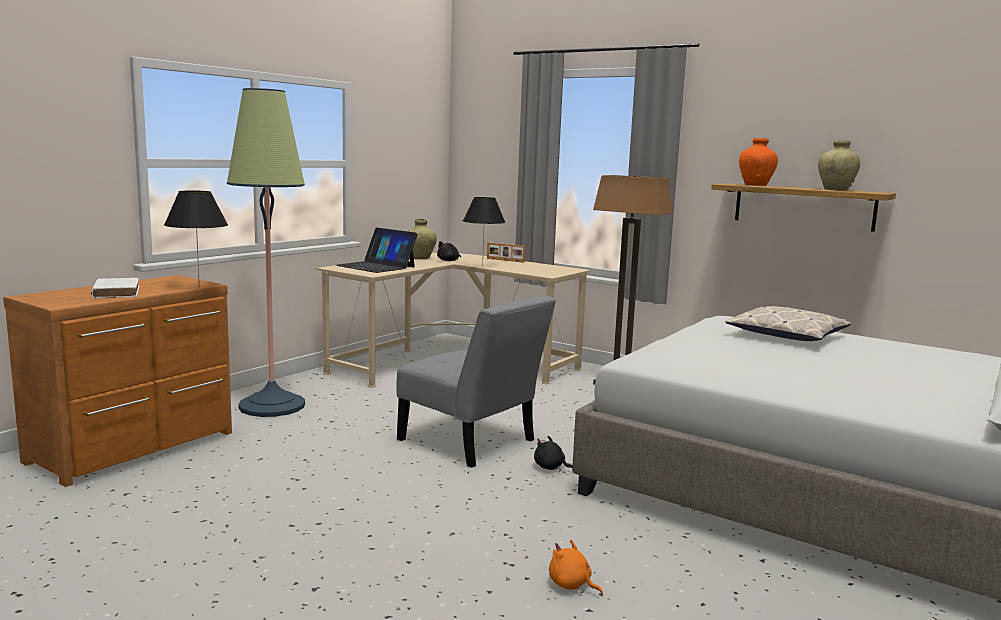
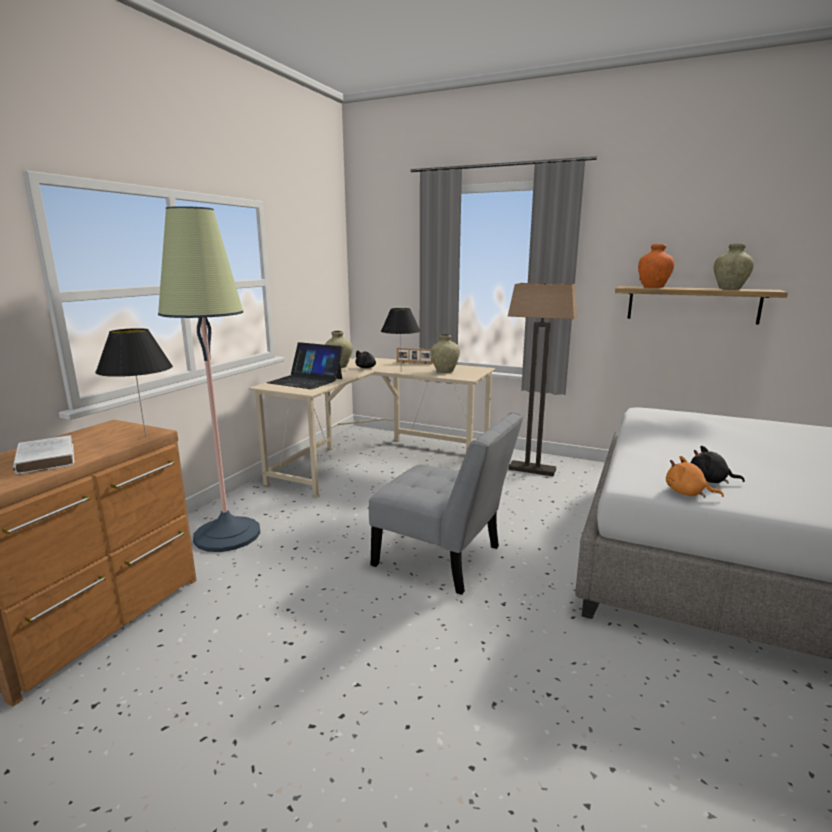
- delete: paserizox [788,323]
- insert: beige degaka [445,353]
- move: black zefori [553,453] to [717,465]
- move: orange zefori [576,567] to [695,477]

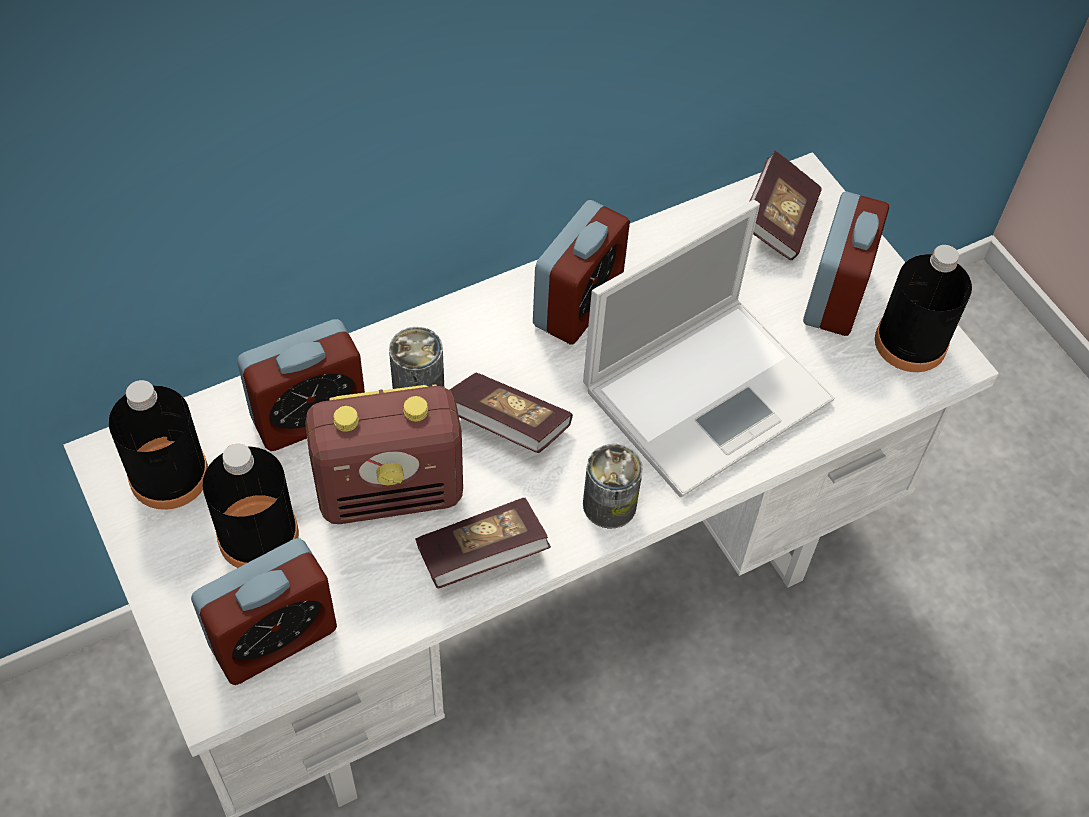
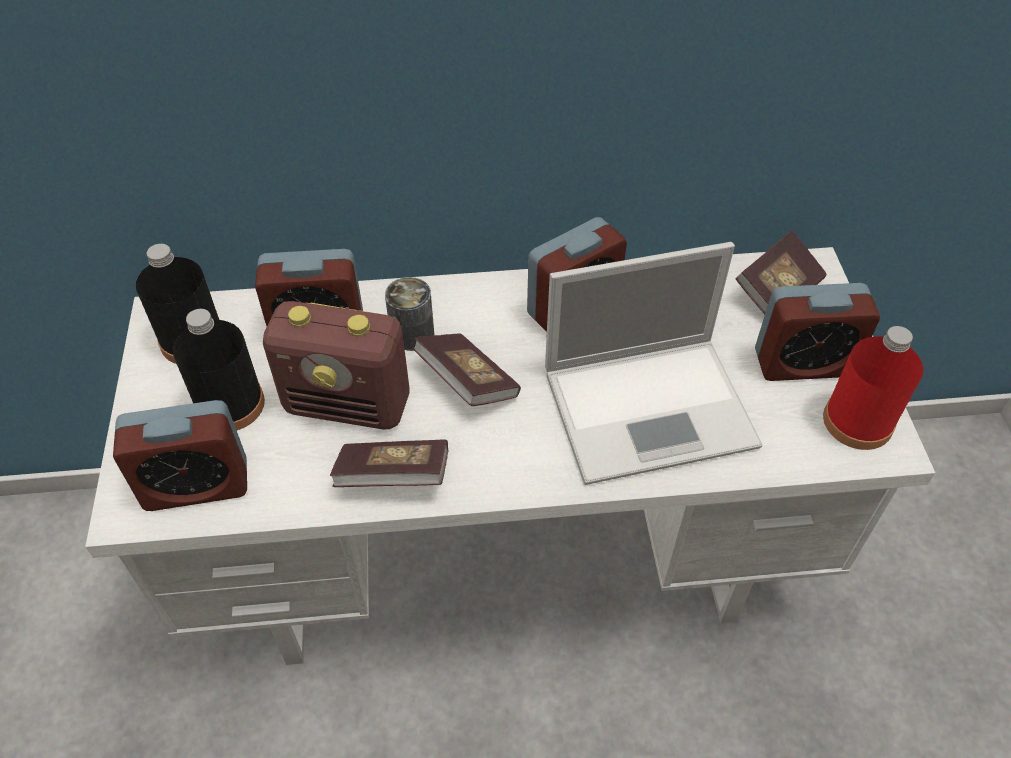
- delete: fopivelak [613,486]
- recolor: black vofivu [923,308] to red vofivu [873,388]
- rotate: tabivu [846,263] = [817,332] 45 degrees clockwise

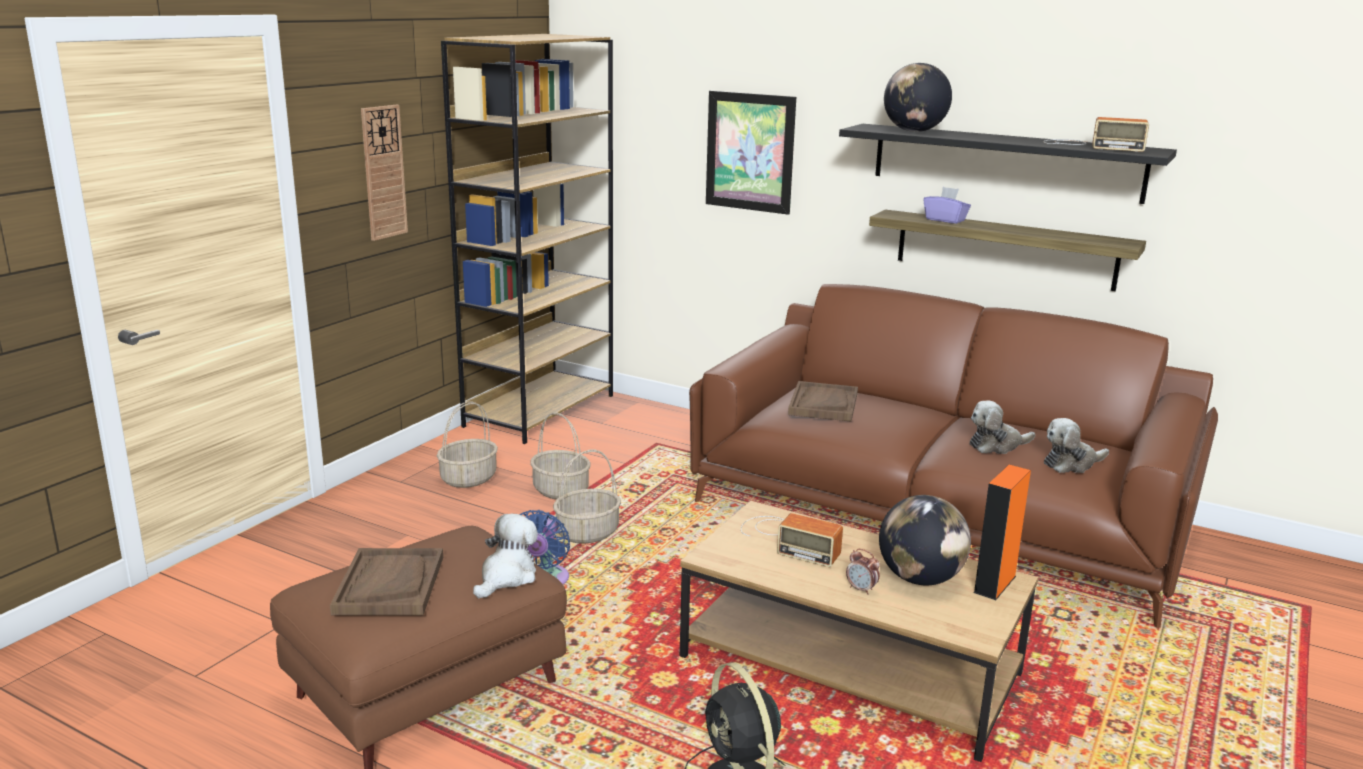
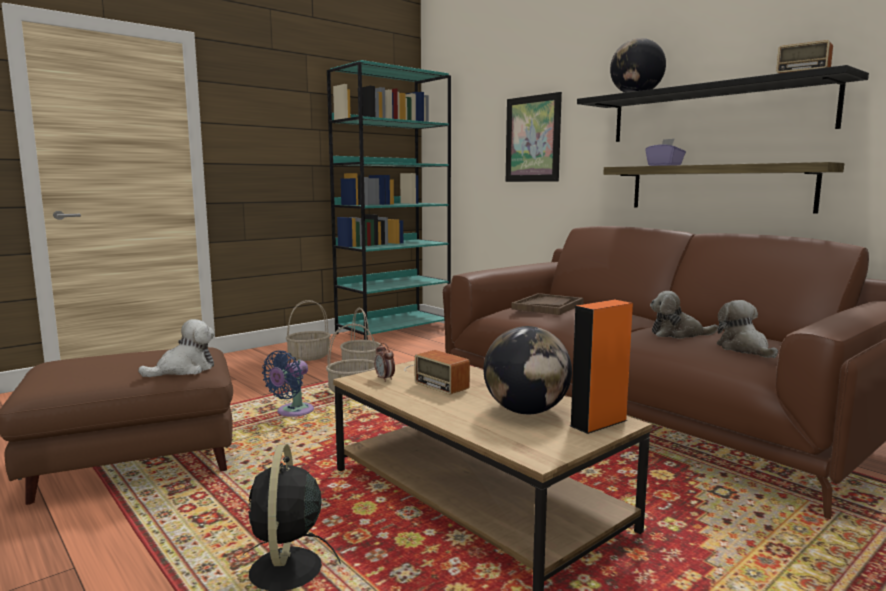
- delete: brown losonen [386,581]
- delete: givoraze [384,173]
- move: tabivu [863,572] to [384,362]
- recolor: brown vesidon [527,239] to turquoise vesidon [389,200]
- rotate: zefori [1076,445] = [747,329] 75 degrees clockwise

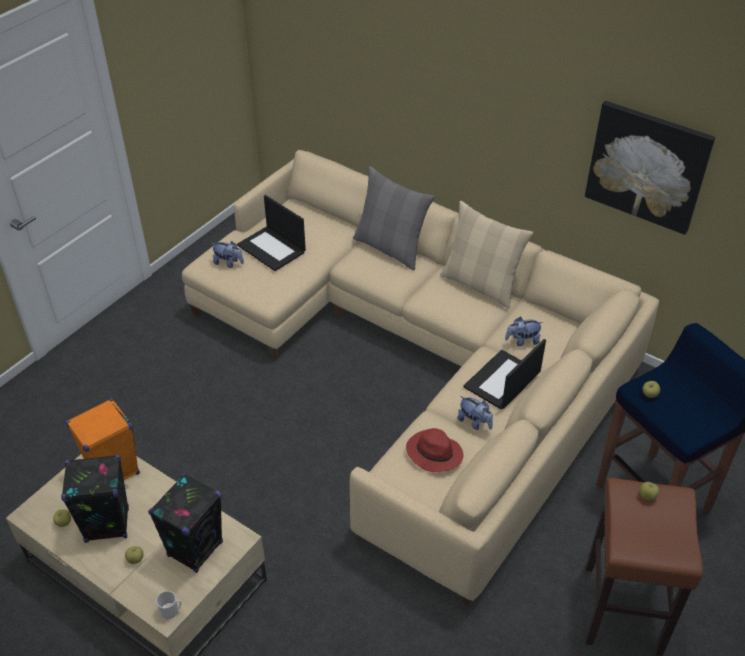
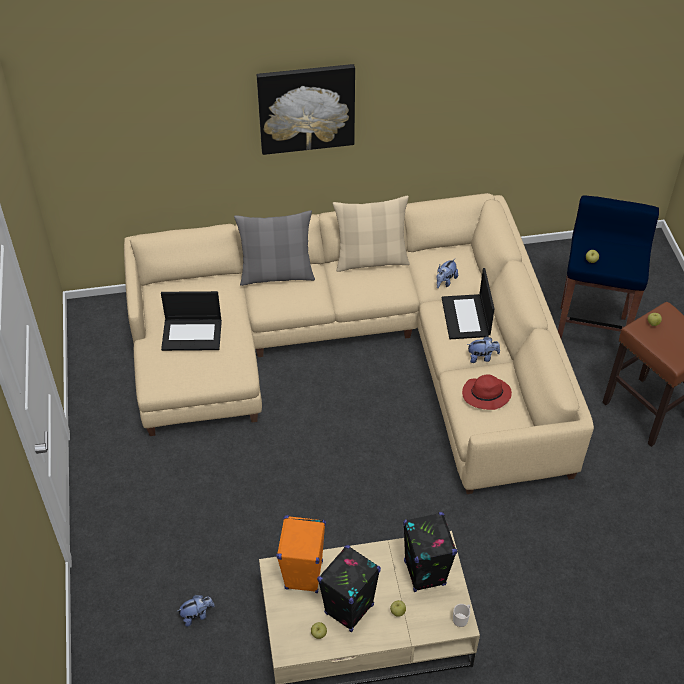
- move: zefori [228,254] to [196,611]
- move: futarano [650,168] to [306,109]

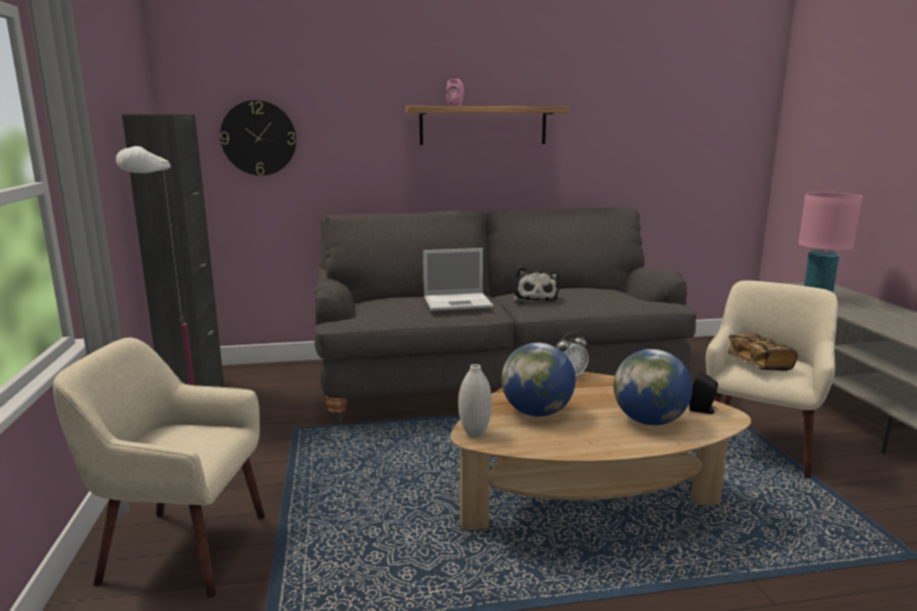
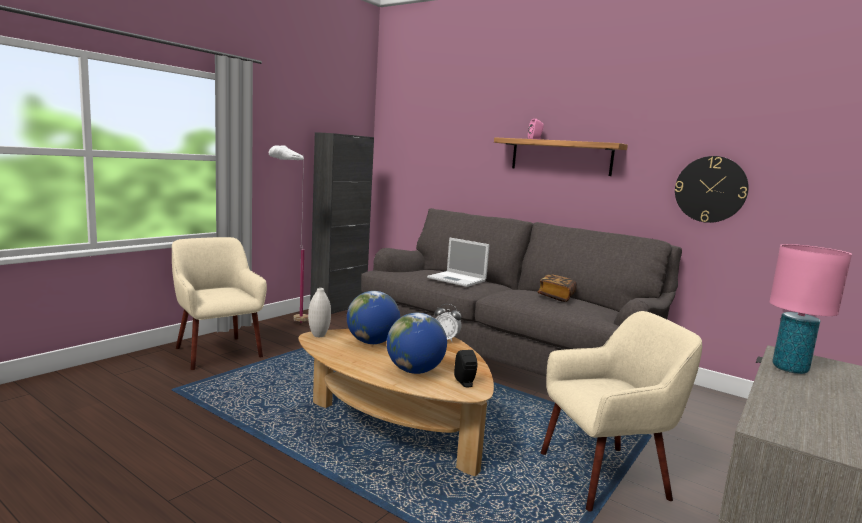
- delete: zefori [536,284]
- move: givoraze [258,138] to [712,189]
- move: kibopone [763,352] to [557,288]

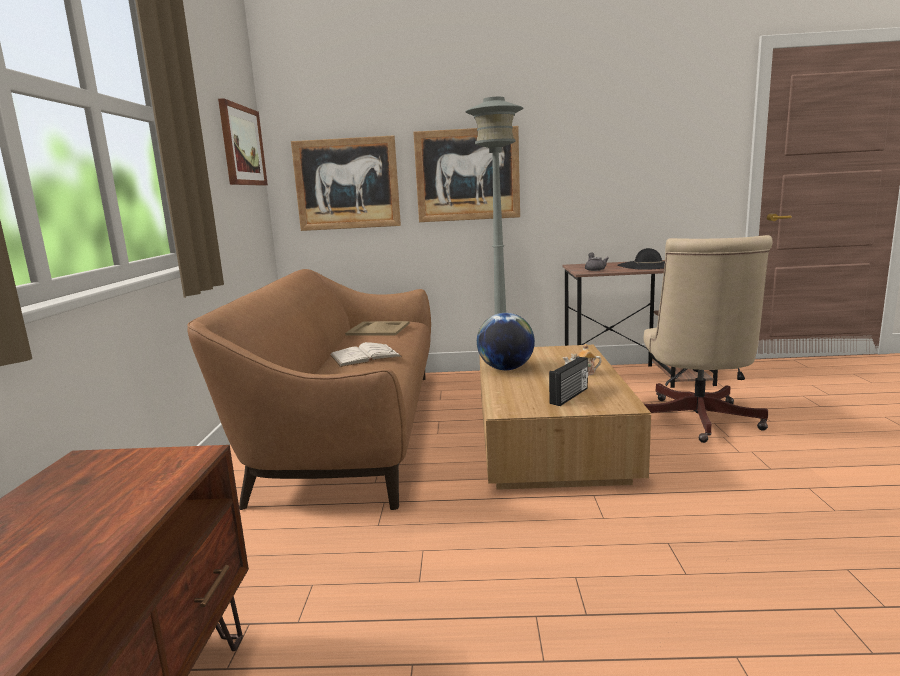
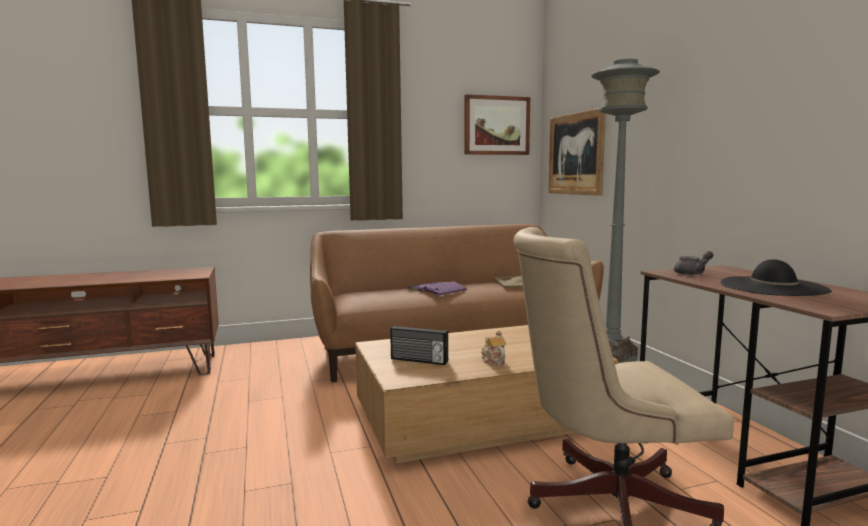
- delete: futarano [466,174]
- delete: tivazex [506,341]
- recolor: white kibopone [366,354] to purple kibopone [437,288]

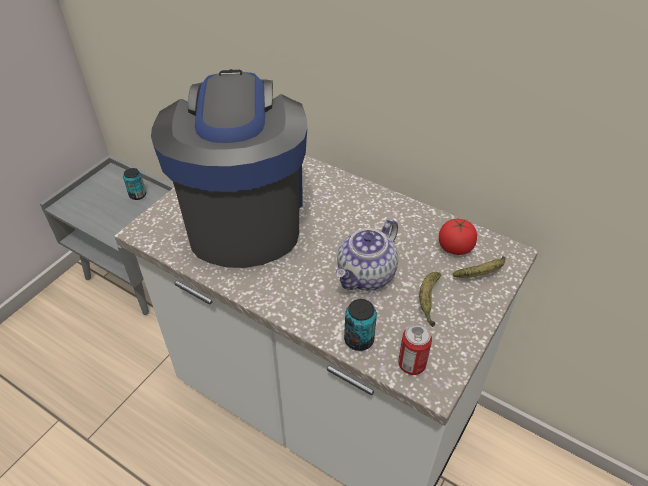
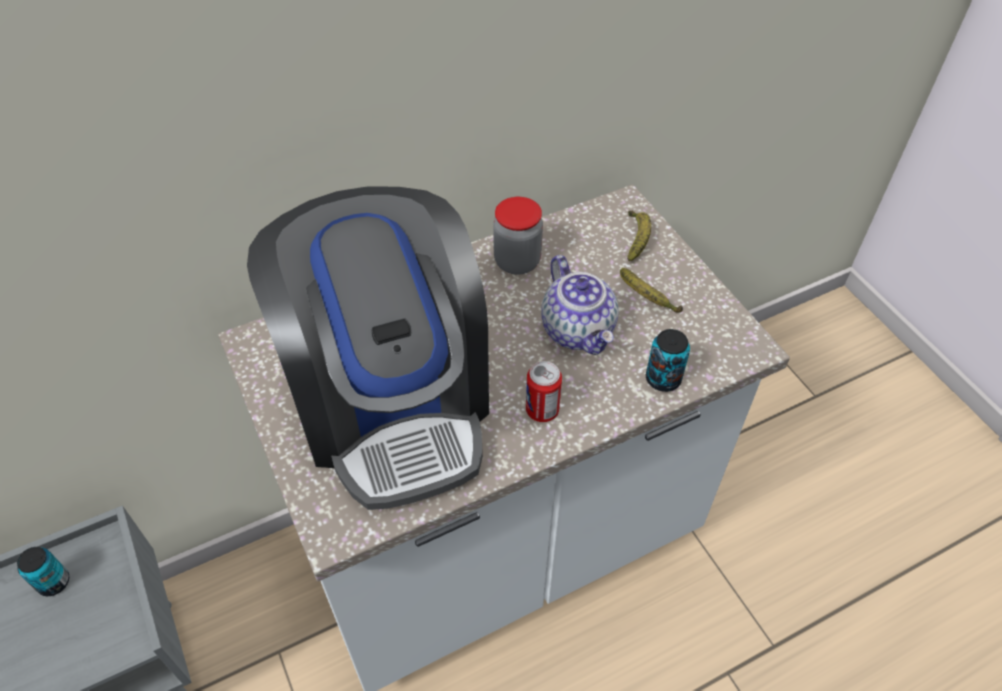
- delete: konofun [458,237]
- insert: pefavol [518,236]
- move: fopivelak [415,349] to [544,391]
- rotate: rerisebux [229,168] = [368,348] 135 degrees counterclockwise

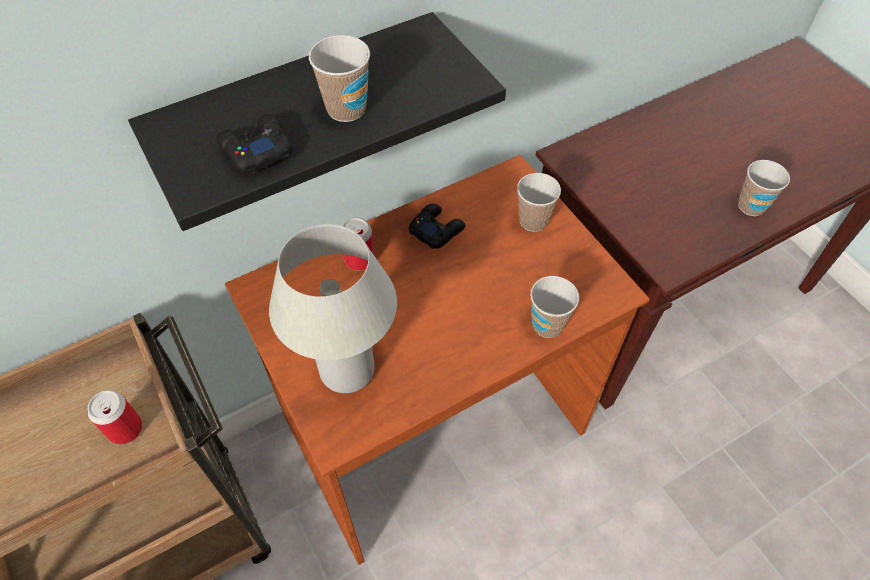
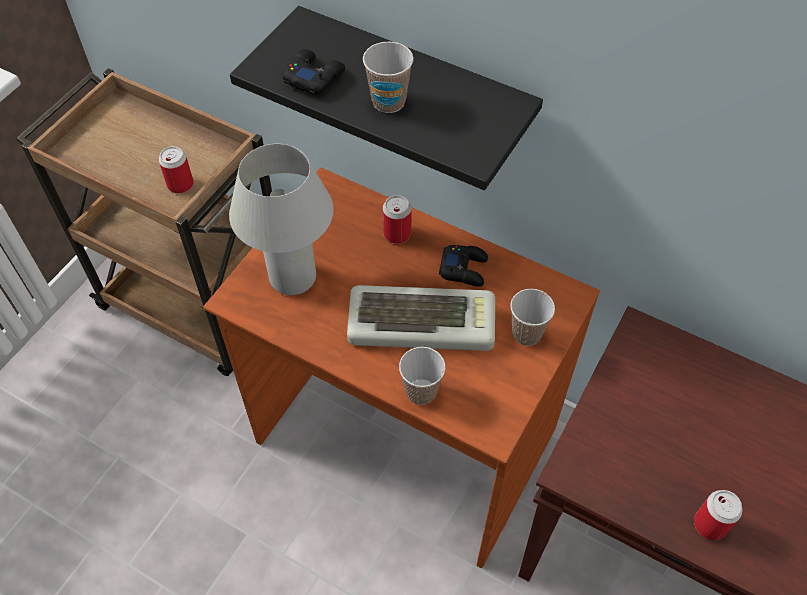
- insert: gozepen [421,318]
- replace: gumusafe [764,188] to fopivelak [718,515]

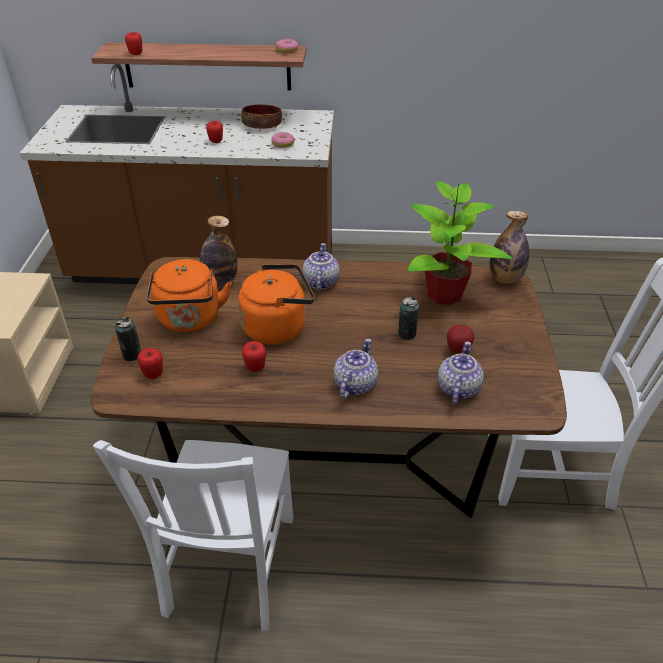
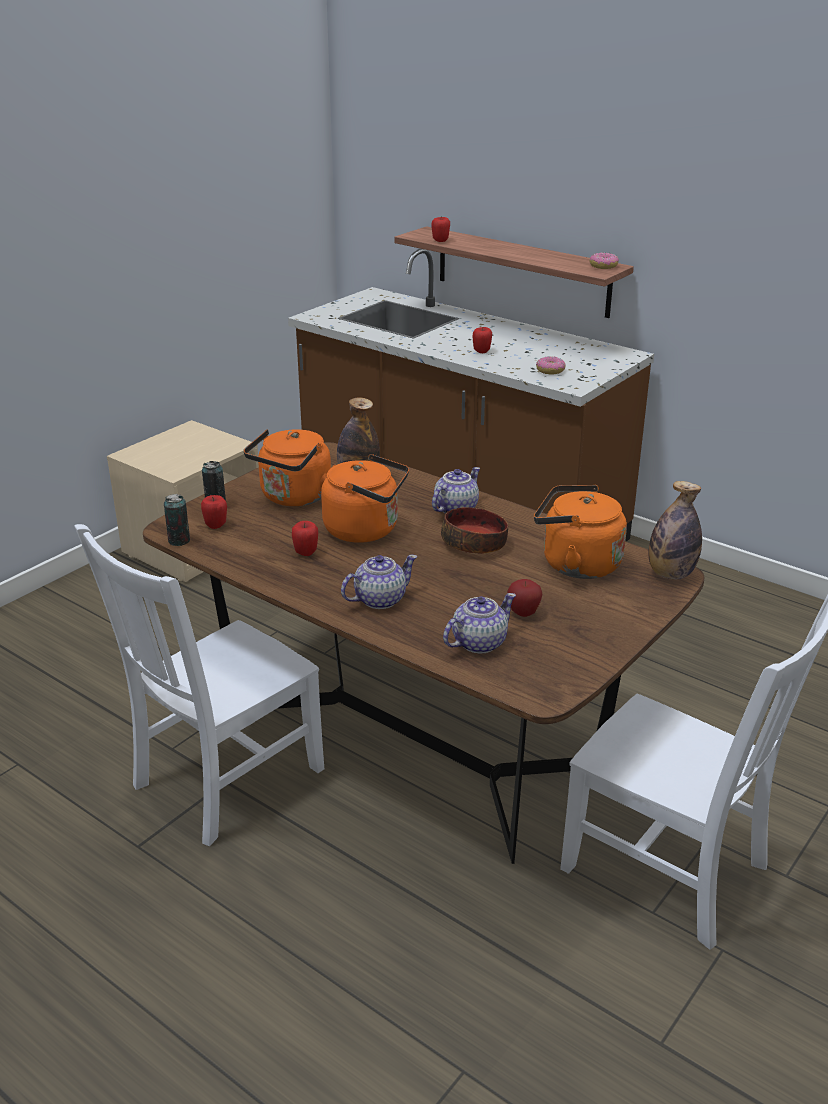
- move: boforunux [262,116] to [474,530]
- move: fopivelak [408,318] to [177,520]
- replace: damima [460,243] to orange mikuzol [580,532]

